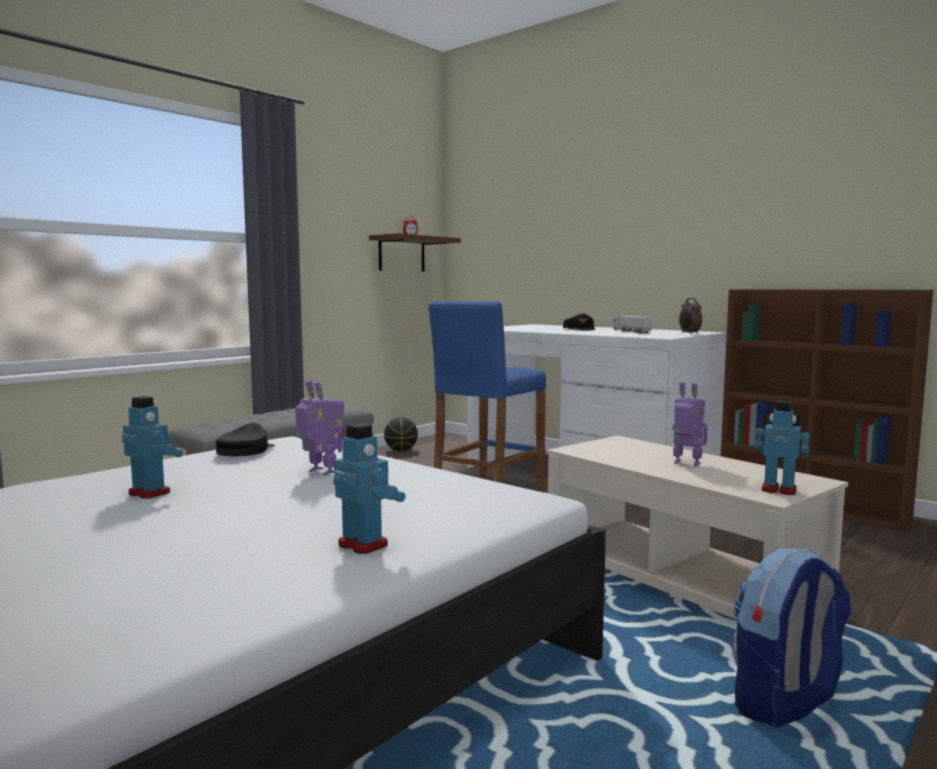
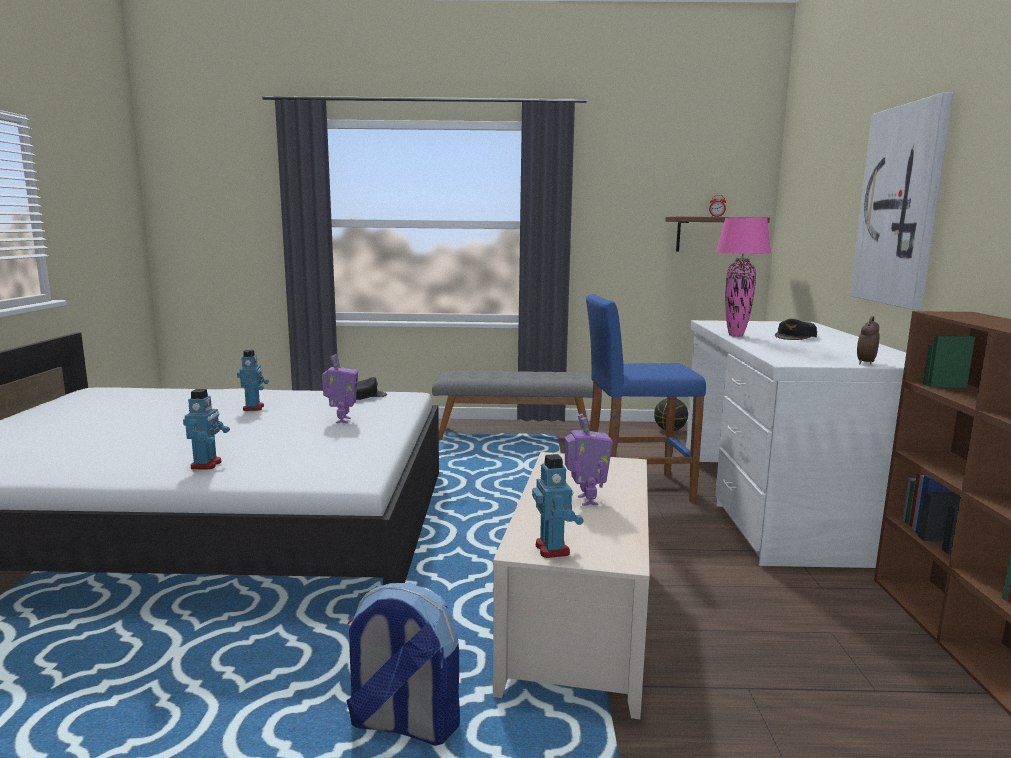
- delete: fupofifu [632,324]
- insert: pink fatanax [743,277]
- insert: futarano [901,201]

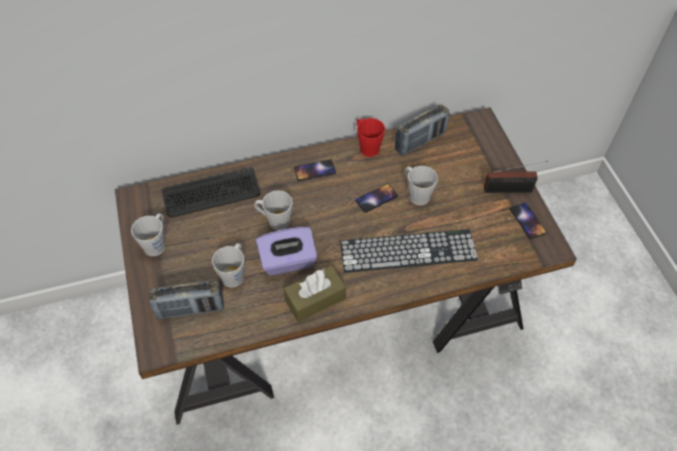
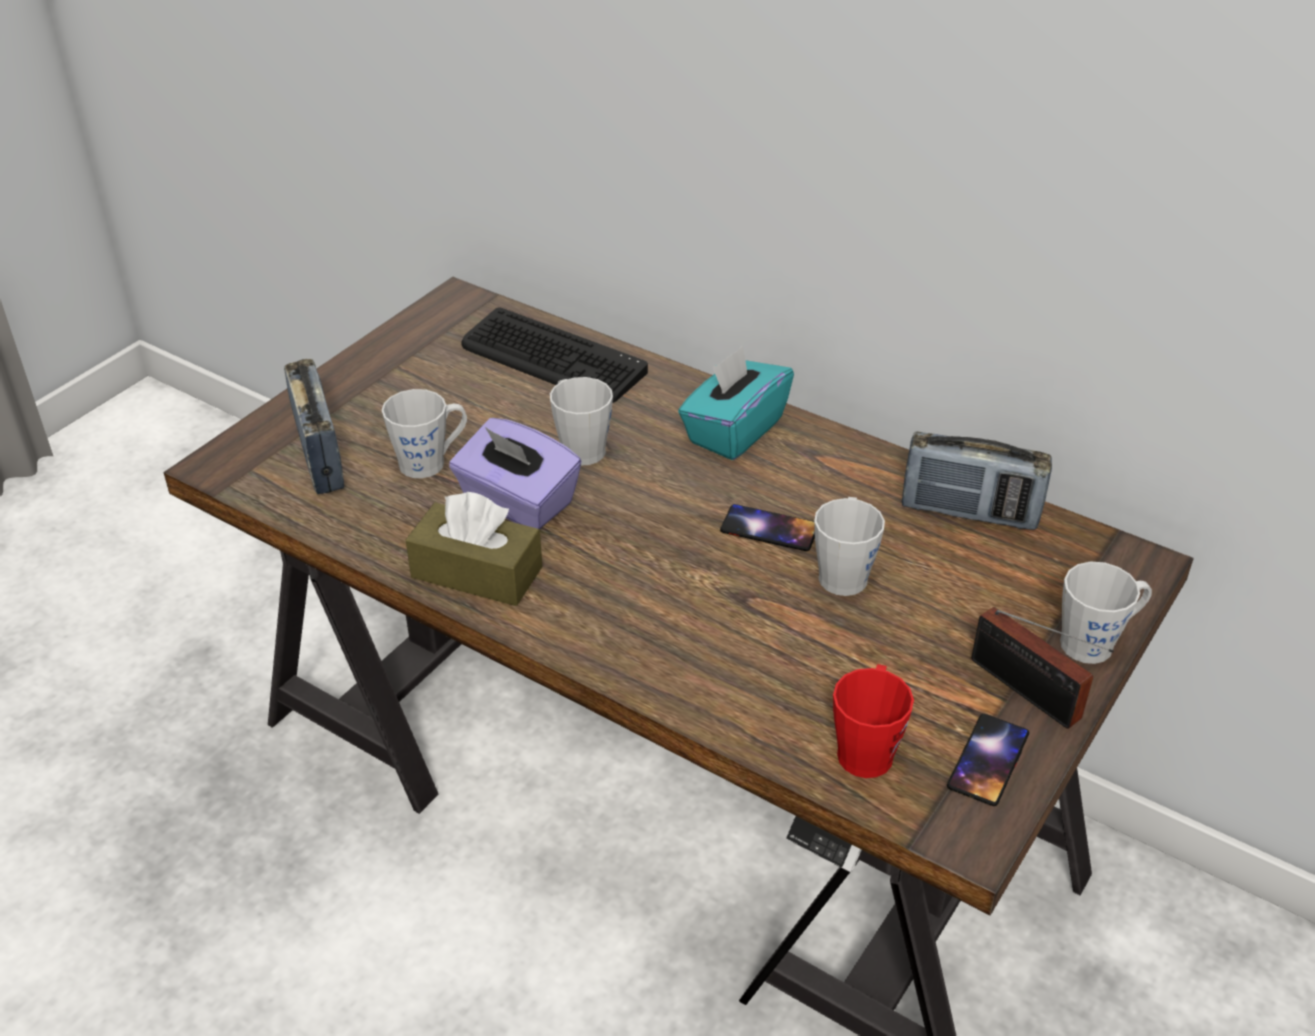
- delete: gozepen [409,251]
- move: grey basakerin [148,234] to [1106,612]
- move: red basakerin [371,137] to [873,721]
- replace: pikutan [315,170] to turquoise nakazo [736,403]
- rotate: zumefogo [186,299] = [314,426] 150 degrees counterclockwise

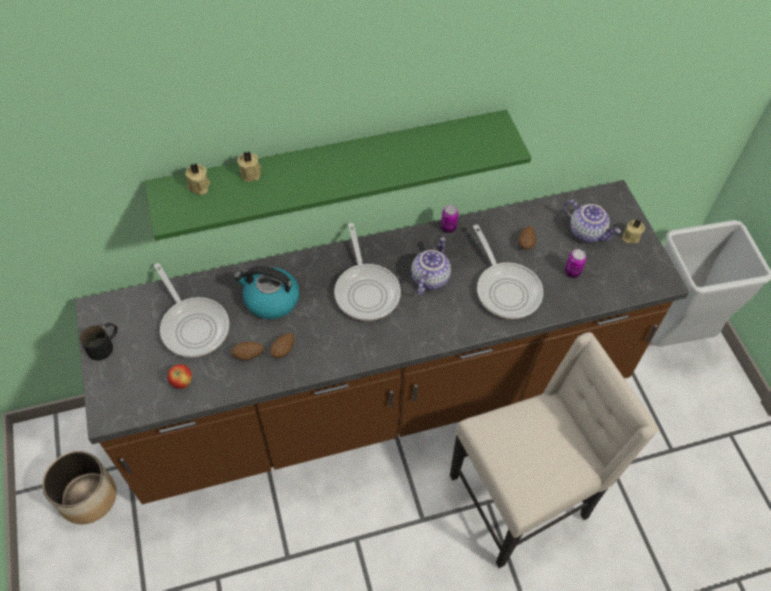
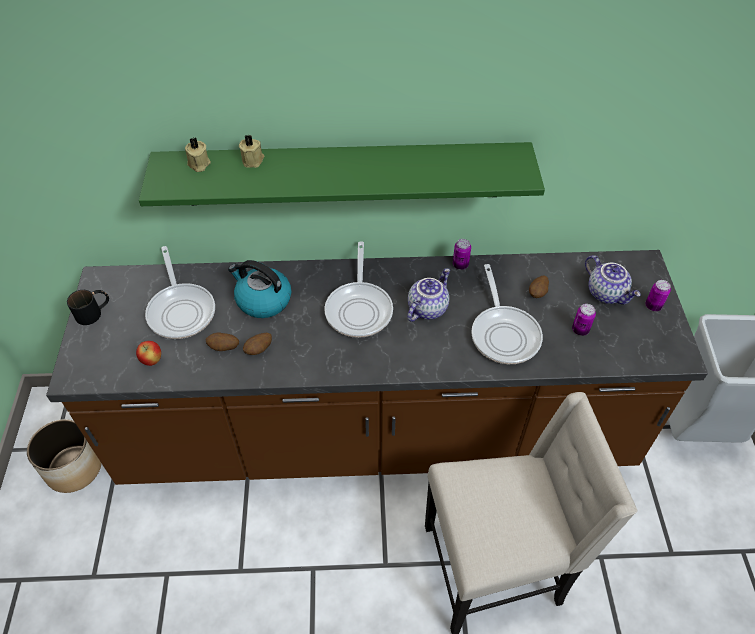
- replace: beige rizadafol [633,232] to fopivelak [658,295]

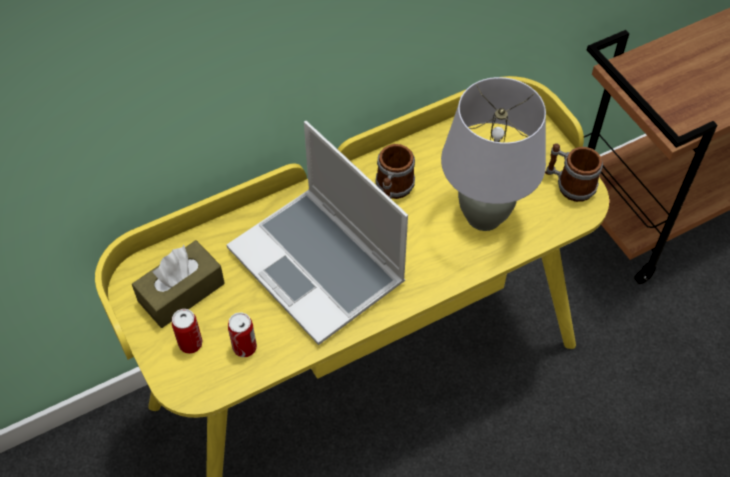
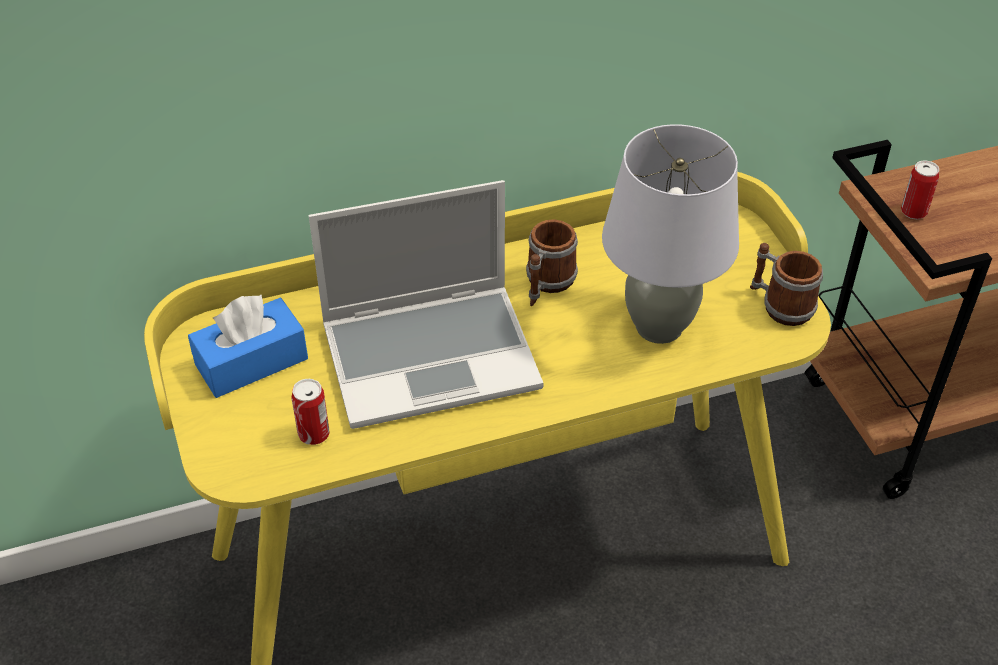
- move: fopivelak [187,331] to [920,189]
- recolor: brown nakazo [178,284] to blue nakazo [248,346]
- rotate: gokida [317,233] = [426,304] 75 degrees counterclockwise

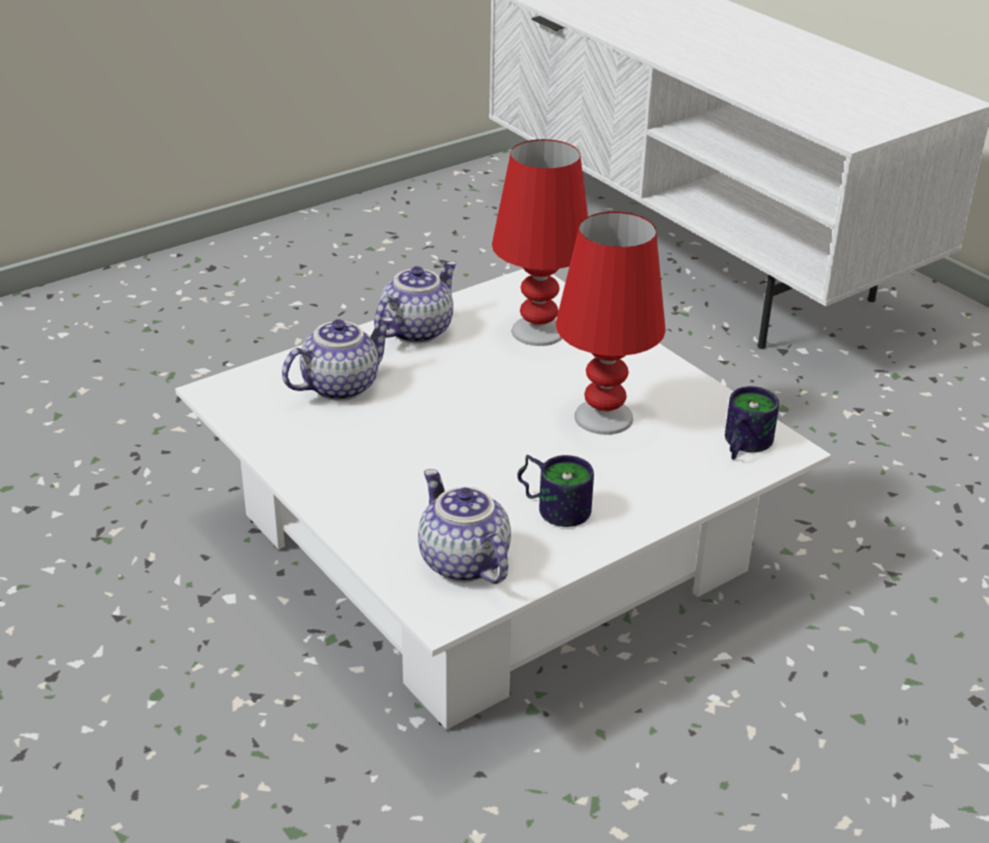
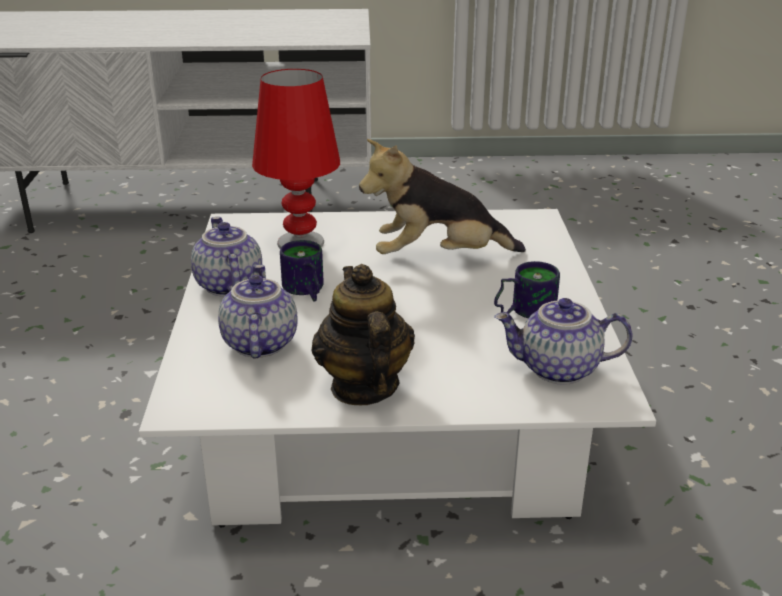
- insert: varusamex [363,334]
- move: basakerin [752,423] to [302,271]
- replace: red fatanax [611,323] to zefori [442,196]

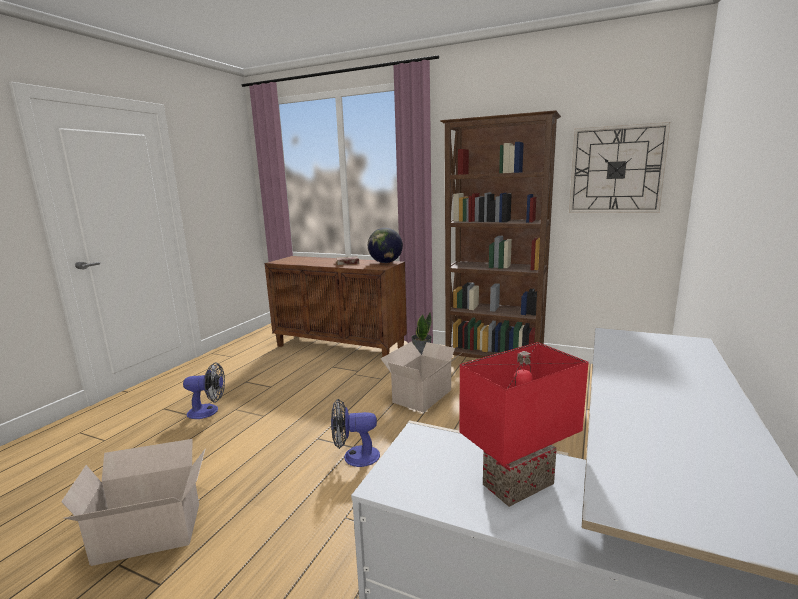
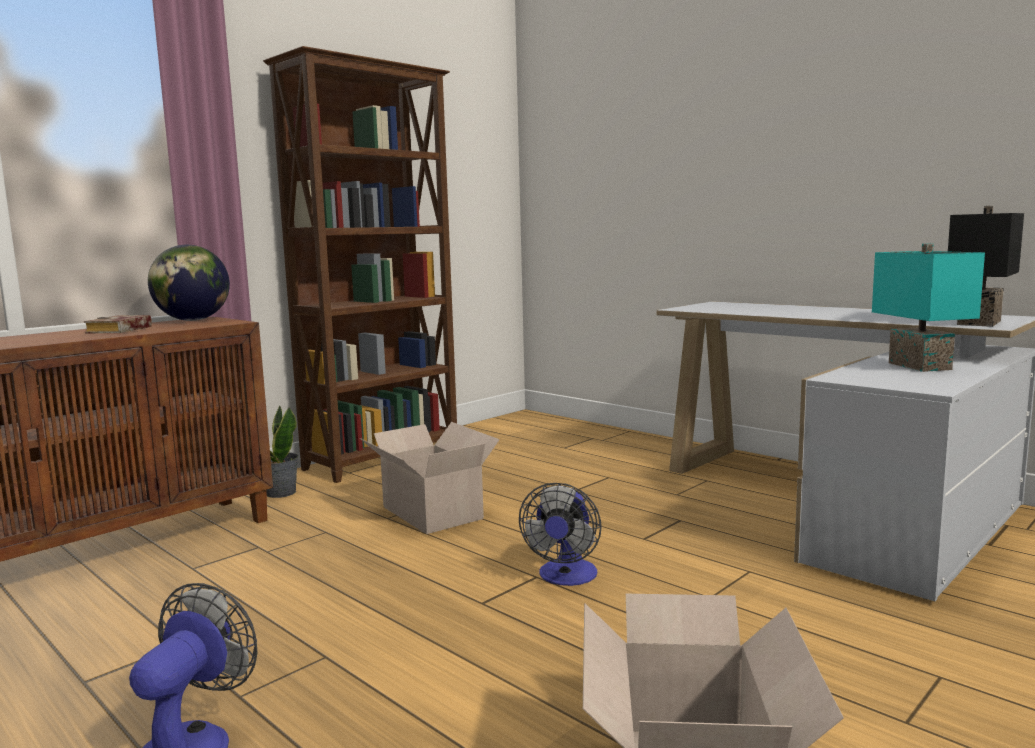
- delete: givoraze [619,167]
- insert: black fatanax [986,266]
- recolor: red fatanax [524,424] to turquoise fatanax [928,308]

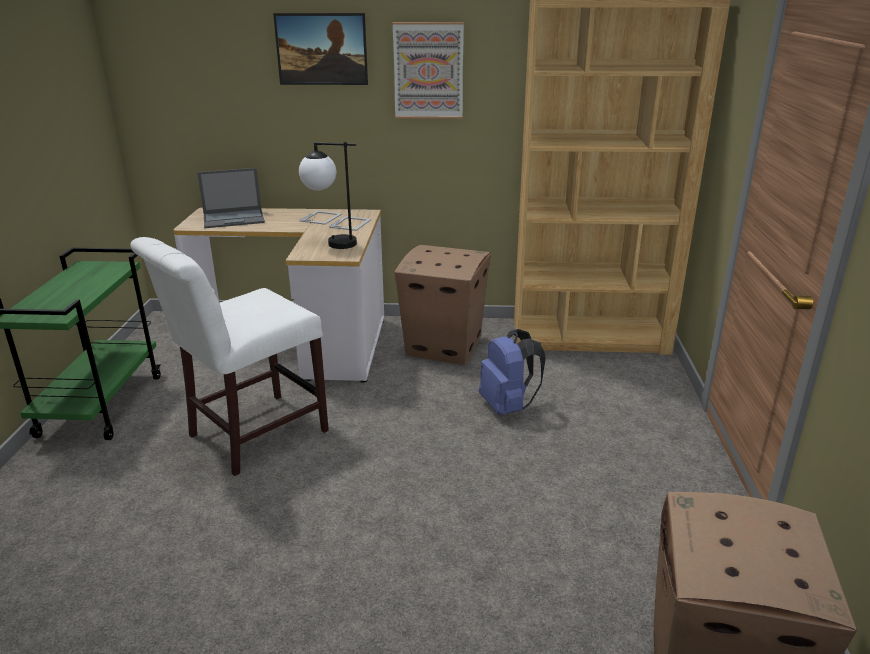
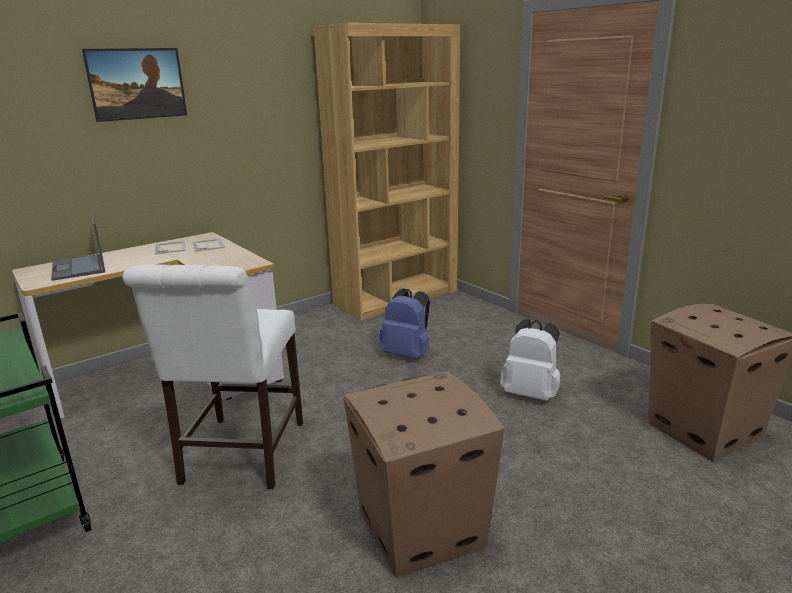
- delete: fatanax [328,195]
- delete: futarano [428,70]
- insert: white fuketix [530,360]
- move: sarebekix [442,305] to [424,474]
- rotate: gokida [231,198] = [78,246] 120 degrees clockwise

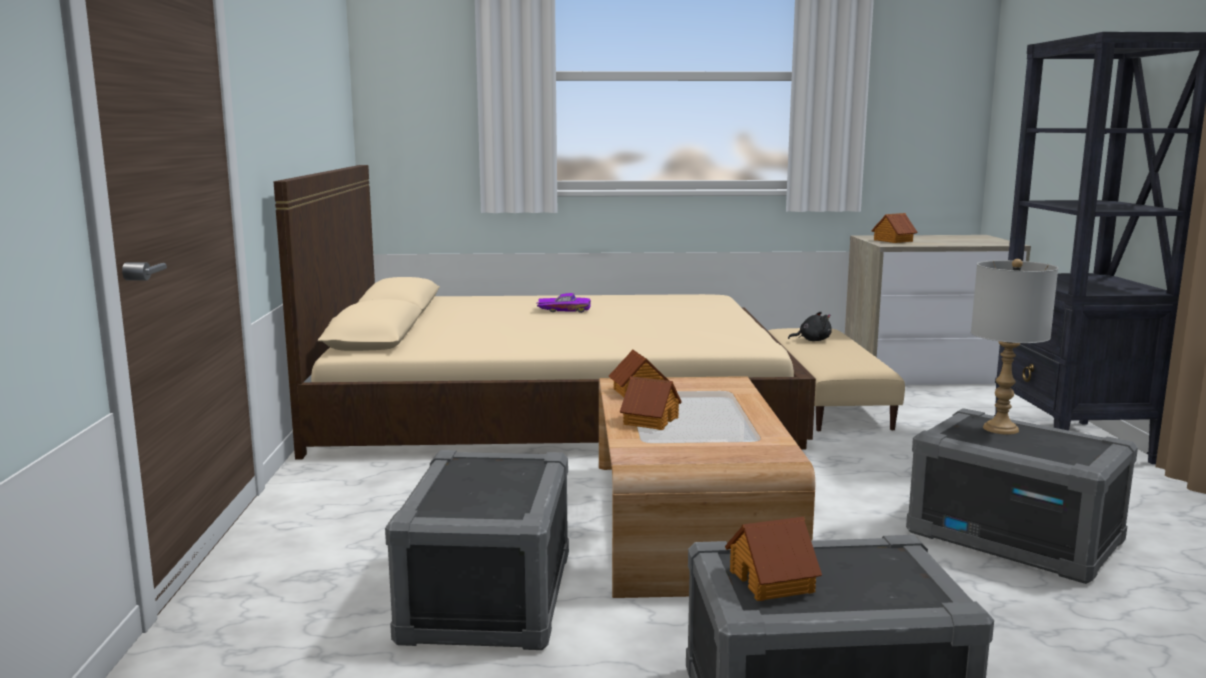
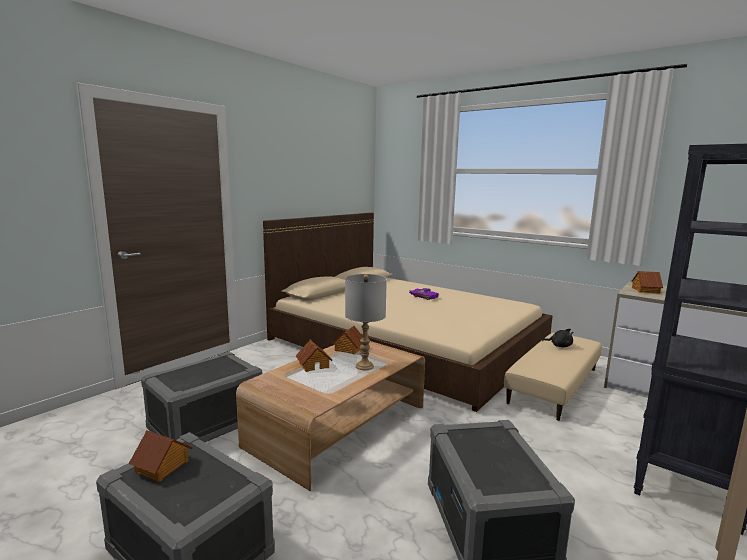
- move: grey fatanax [1014,347] to [366,322]

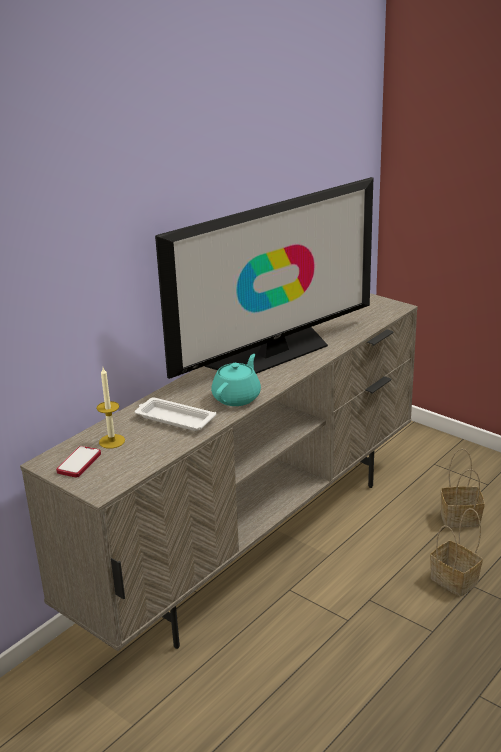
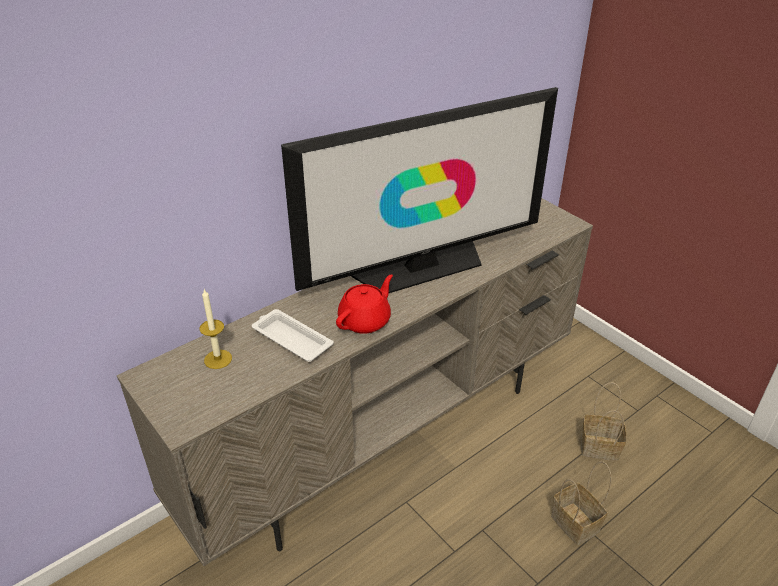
- delete: pikutan [78,462]
- recolor: turquoise varusamex [236,380] to red varusamex [364,304]

